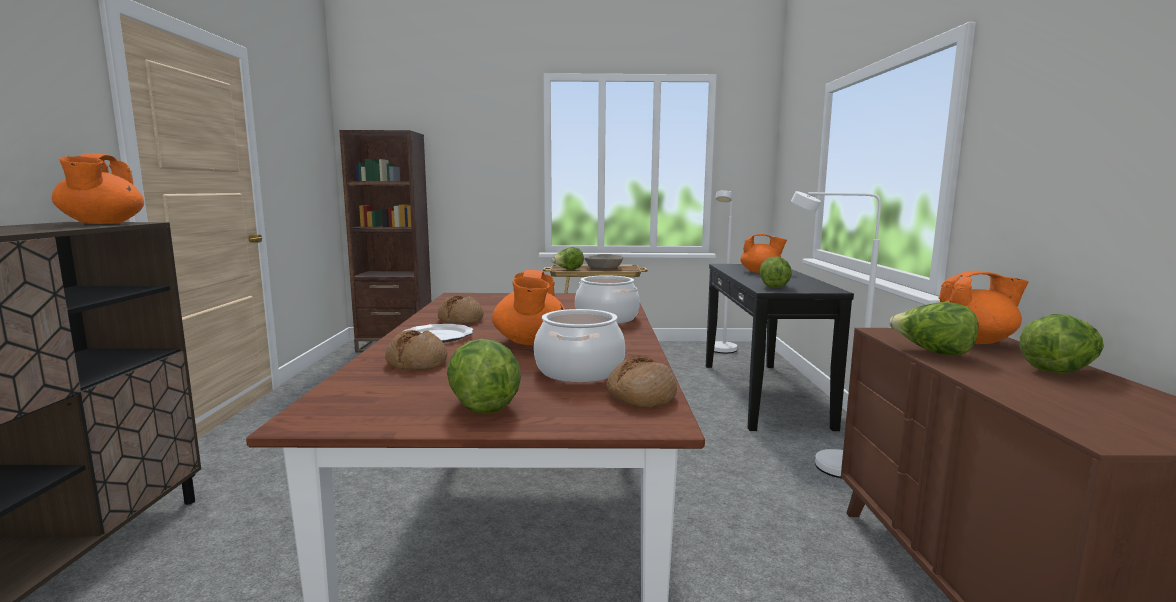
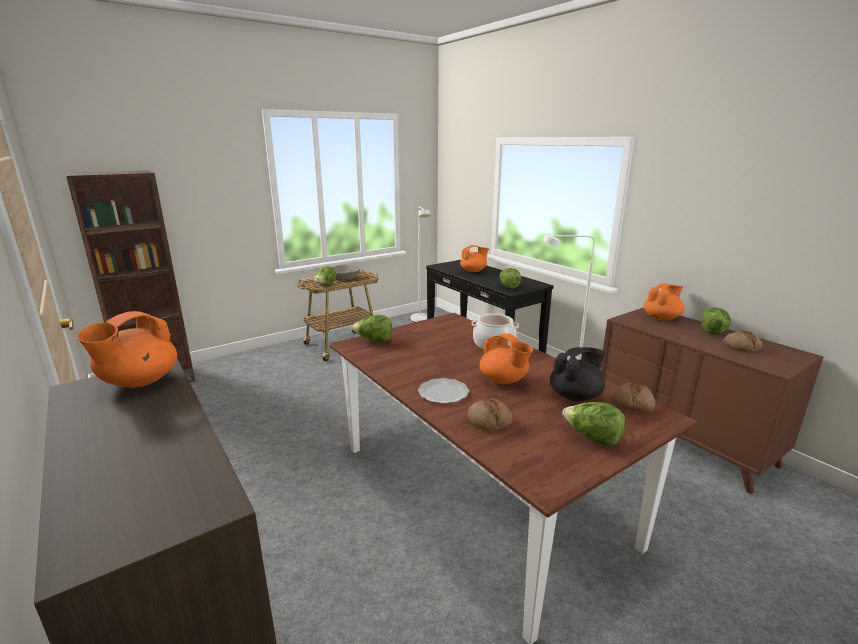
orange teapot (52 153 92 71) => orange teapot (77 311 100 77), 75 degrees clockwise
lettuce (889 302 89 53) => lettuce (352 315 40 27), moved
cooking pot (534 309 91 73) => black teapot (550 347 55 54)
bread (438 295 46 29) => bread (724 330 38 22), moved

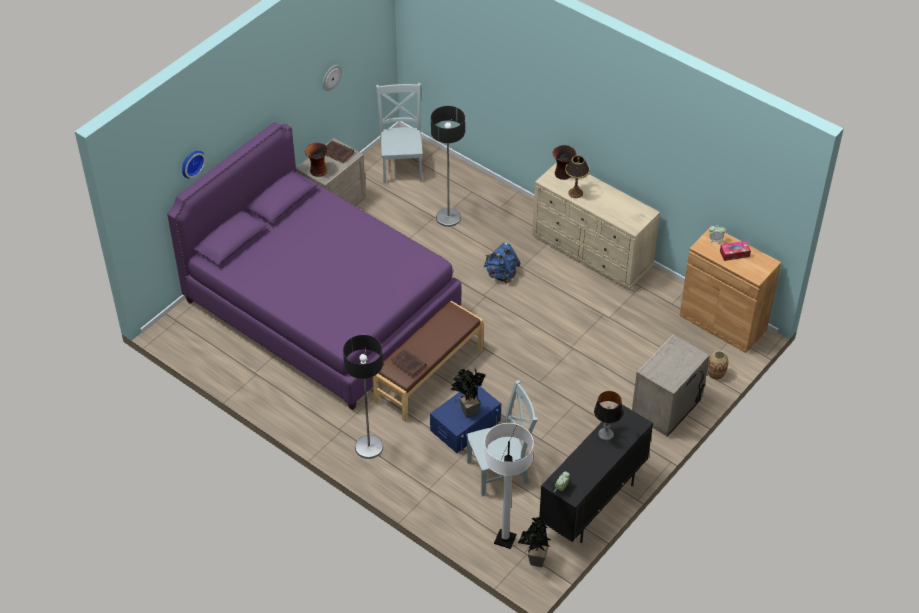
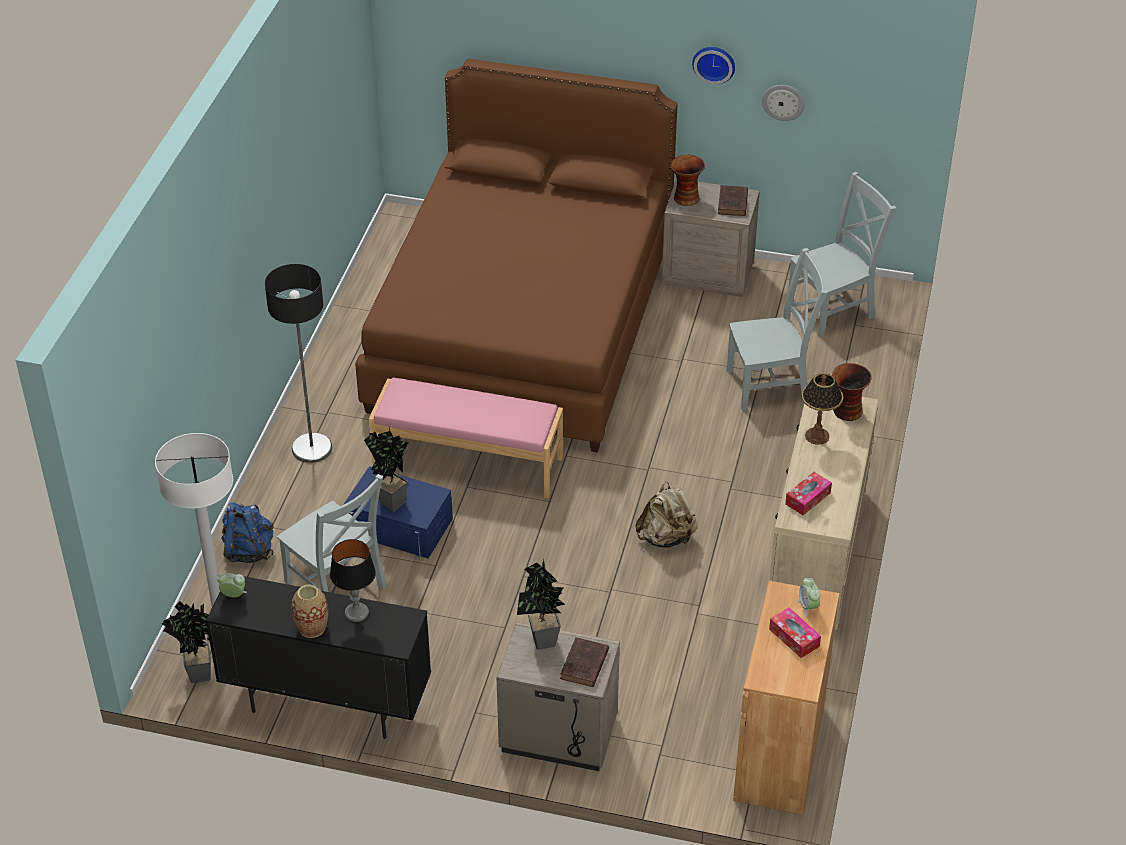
blue backpack (483 242 38 42) => blue backpack (222 502 52 61), moved
vase (707 350 22 30) => vase (291 585 37 53), moved
purple bed (167 122 294 288) => brown bed (355 59 323 394)
brown bench (373 301 110 121) => pink bench (369 377 194 121)
nothing => potted plant (517 559 48 91)
brown book (391 348 35 30) => brown book (560 637 49 50), moved
nothing => beige backpack (635 481 63 67)
wall clock (182 150 24 29) => wall clock (692 47 43 38), moved
floor lamp (431 106 34 121) => grey chair (727 248 101 163)
nothing => tissue box (785 472 47 43)

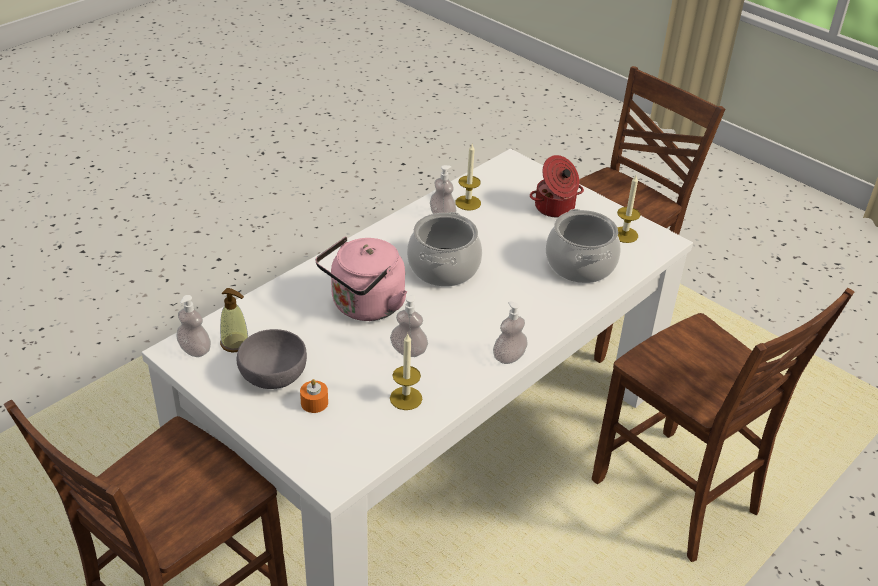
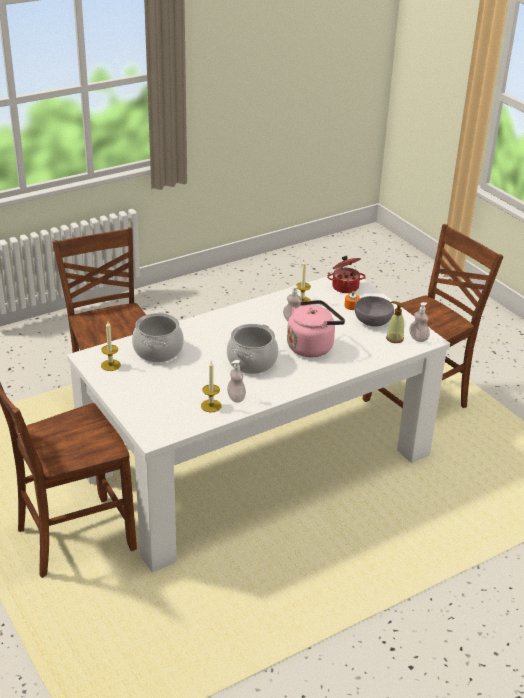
cooking pot (530 155 54 63) => cooking pot (327 256 38 37), moved
soap dispenser (493 302 35 62) => nothing

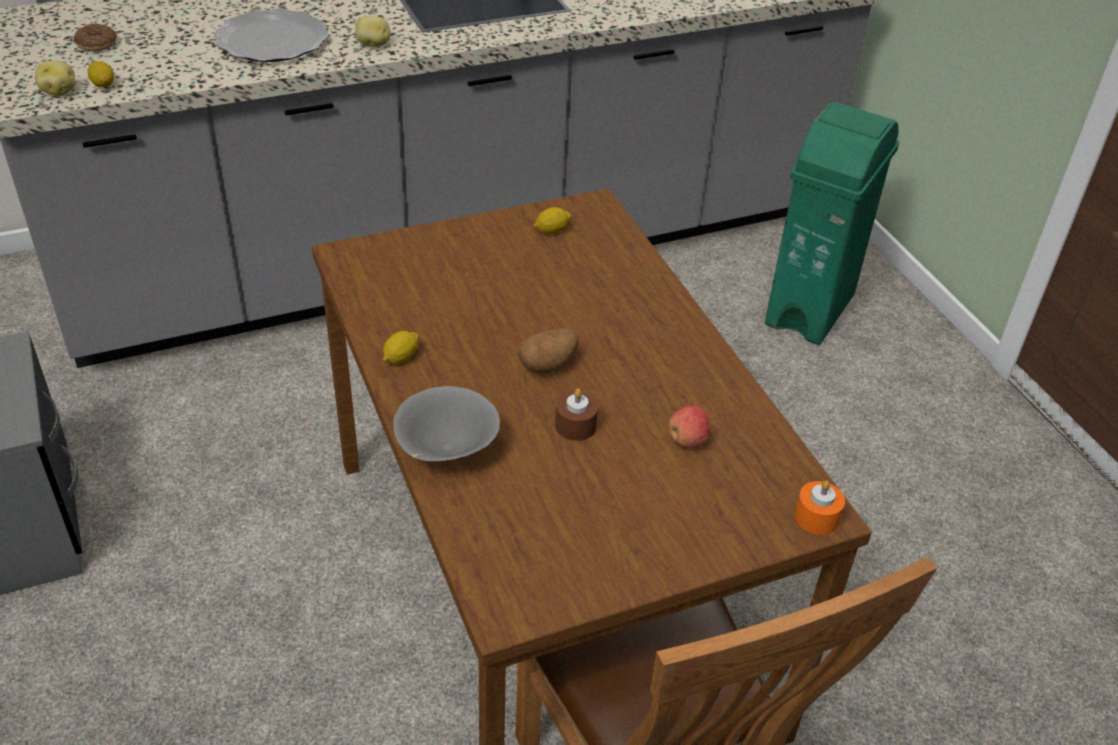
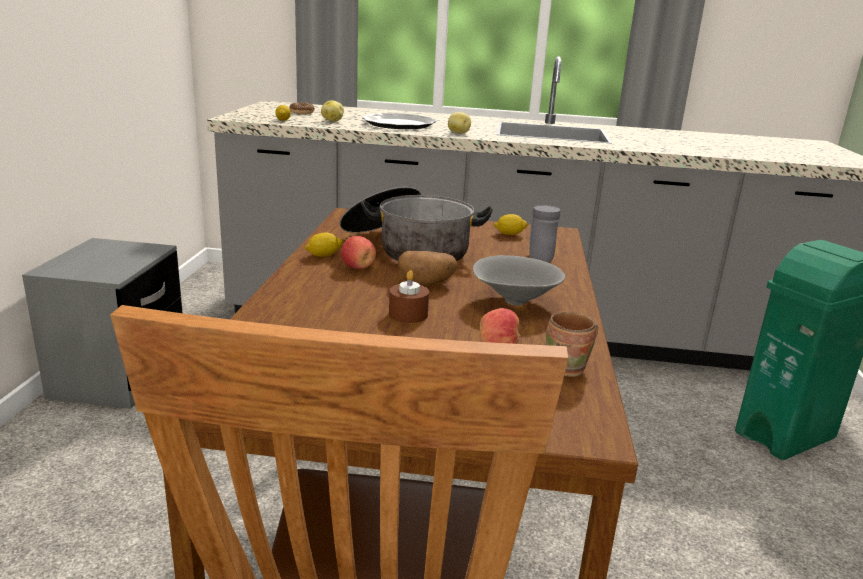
potato (35 60 40 36) => potato (321 100 23 22), moved
nothing => cooking pot (340 186 153 75)
nothing => apple (341 236 35 33)
grey bowl (393 386 107 75) => grey bowl (473 255 92 51), moved
nothing => grey mug (529 205 31 58)
nothing => brown mug (546 312 52 65)
orange candle (794 480 51 55) => nothing

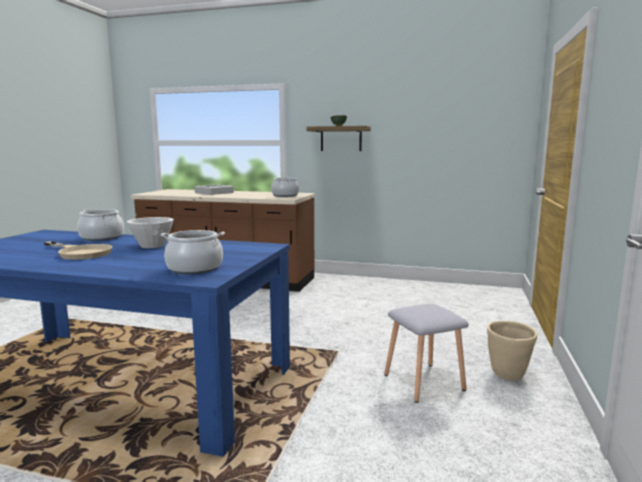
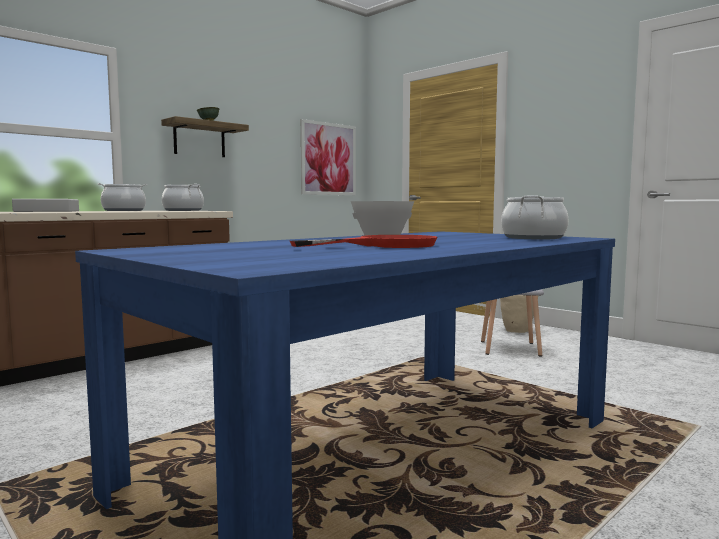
cooking pot (77 209 47 32) => cooking pot (98 183 49 28), moved
beige frying pan (44 241 68 19) => red frying pan (290 235 147 13)
nothing => picture (301 119 55 76)

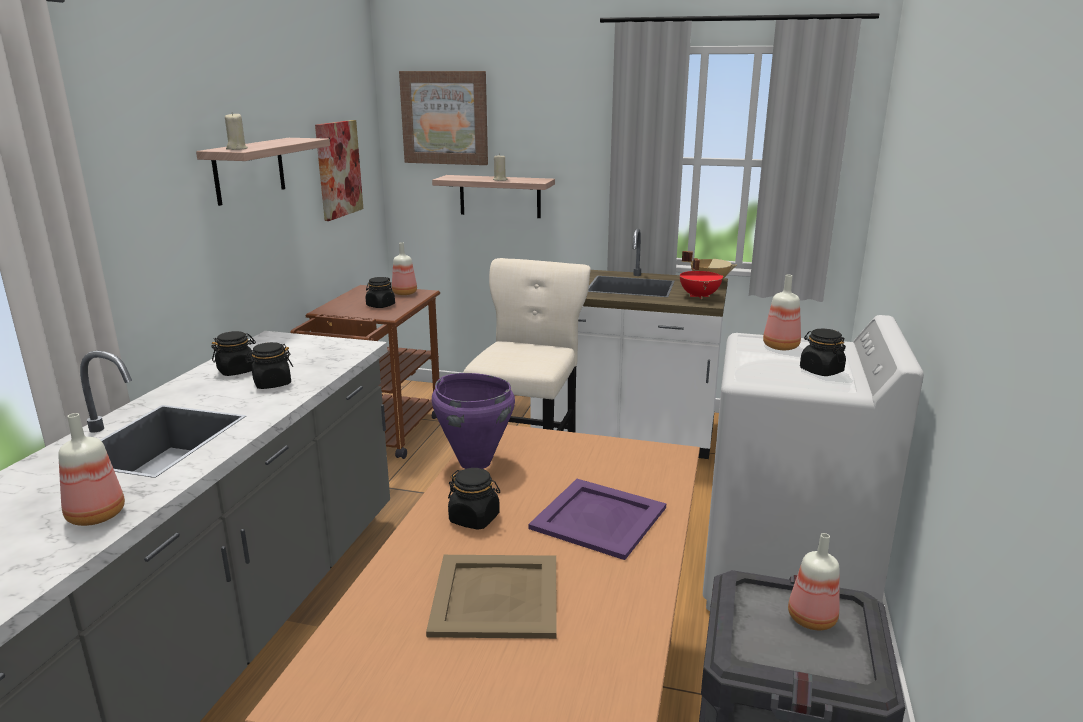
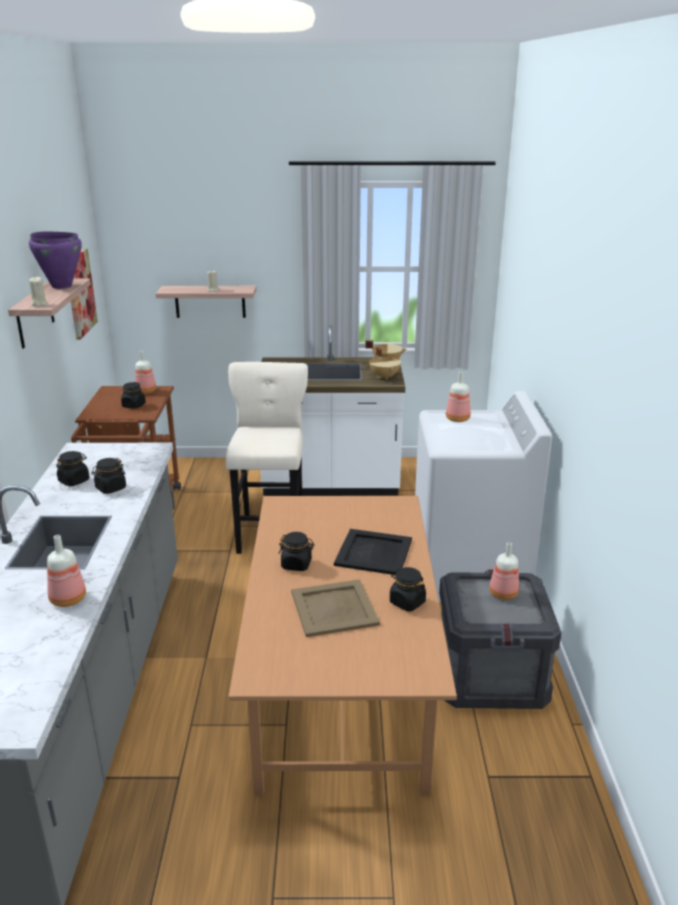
purple cooking pot (432 373 83 96) => purple cooking pot (29 231 53 58), moved
purple tray (528 479 138 81) => black tray (334 529 78 46)
red cooking pot (680 258 43 41) => beige cooking pot (369 347 32 33)
black jar (800 329 46 47) => black jar (390 567 36 44), moved
picture (399 71 89 94) => nothing

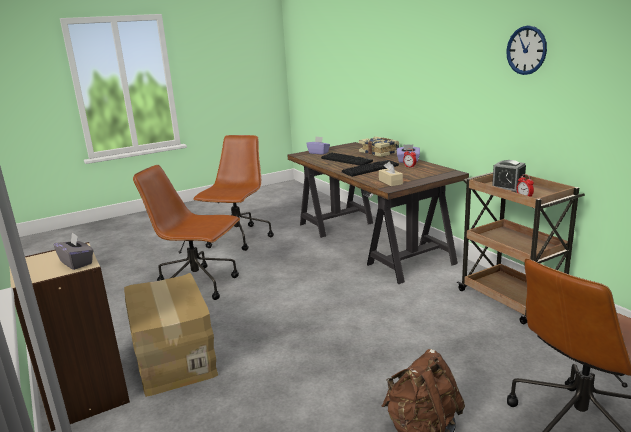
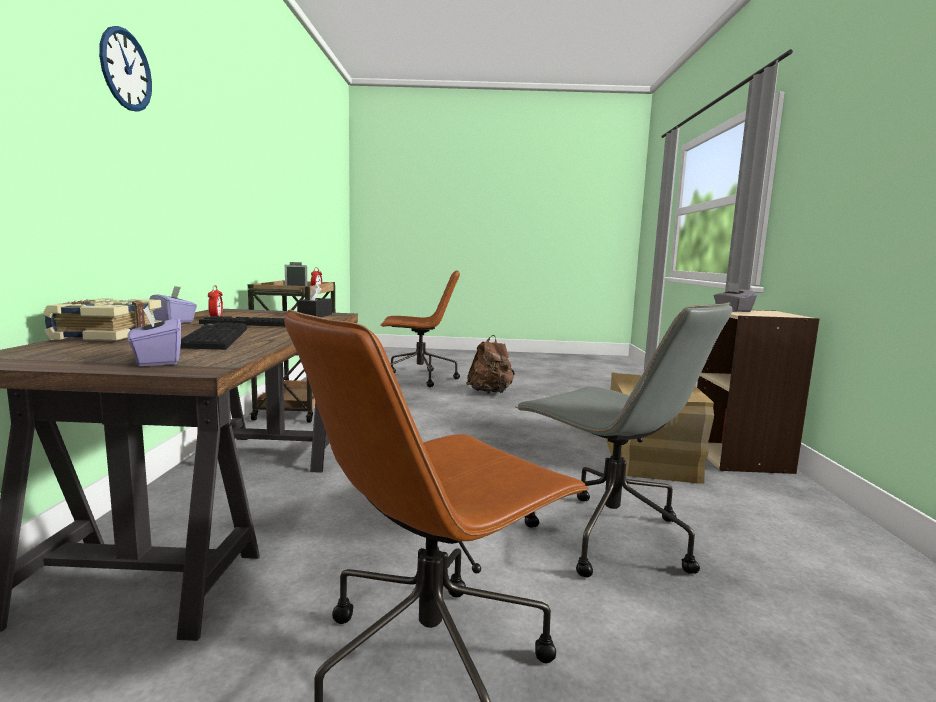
wall clock (506 25 41 50) => wall clock (99 26 53 86), moved
beige tissue box (379 162 24 24) => black tissue box (297 284 35 33)
brown office chair (133 165 107 135) => grey office chair (515 302 217 275)

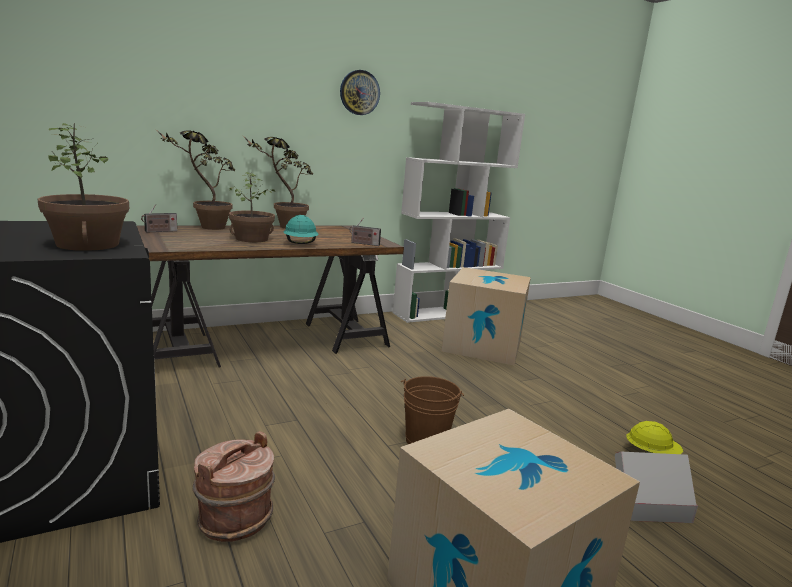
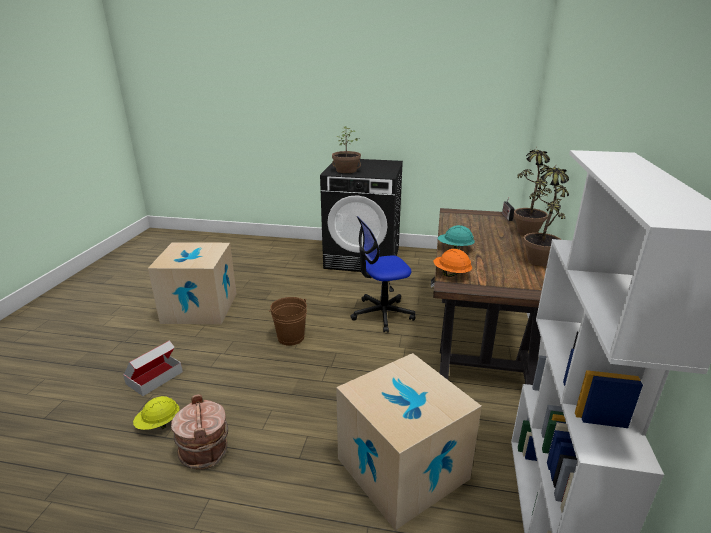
brown bucket (193 431 82 111) => brown bucket (171 394 57 76), moved
nothing => office chair (350 216 65 117)
radio (349 218 32 28) => orange hard hat (433 249 39 28)
potted plant (229 172 46 70) => nothing
wall clock (340 70 40 45) => nothing

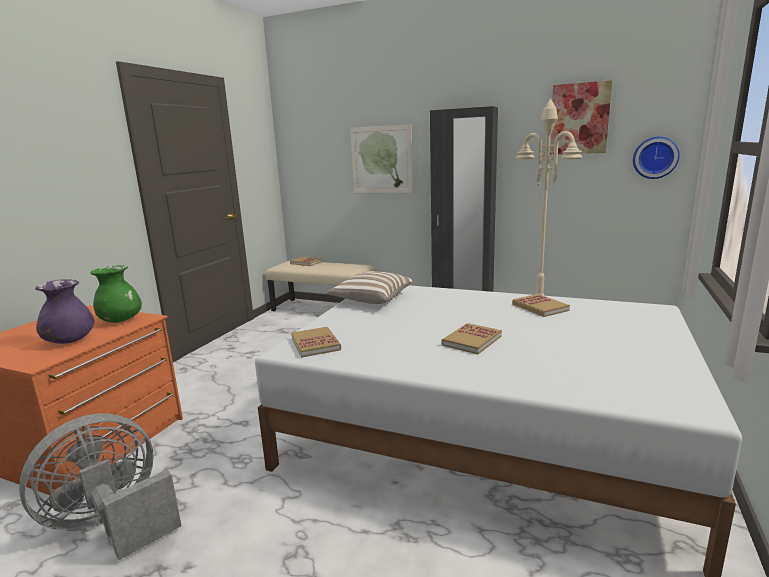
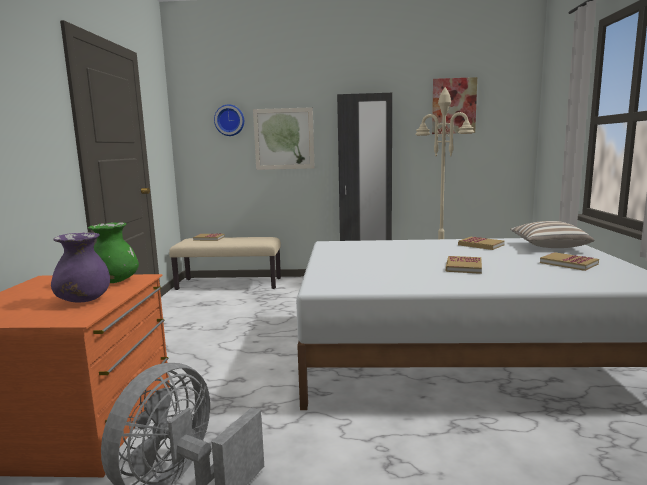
wall clock (633 137 47 42) => wall clock (214 105 30 31), moved
pillow (326 271 87 33) => pillow (510 221 85 27), moved
book (291 327 50 31) => book (540 252 59 19), moved

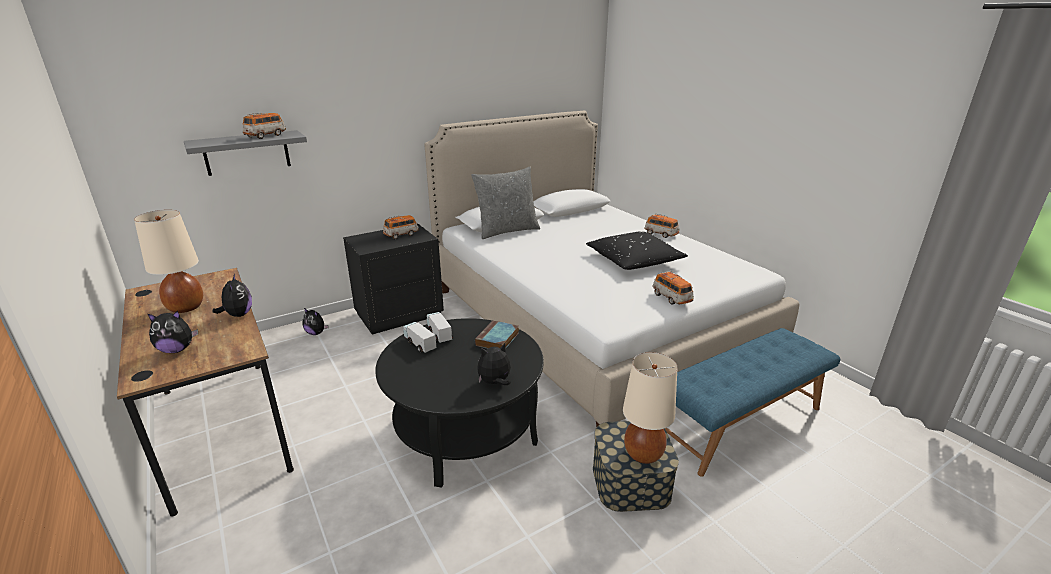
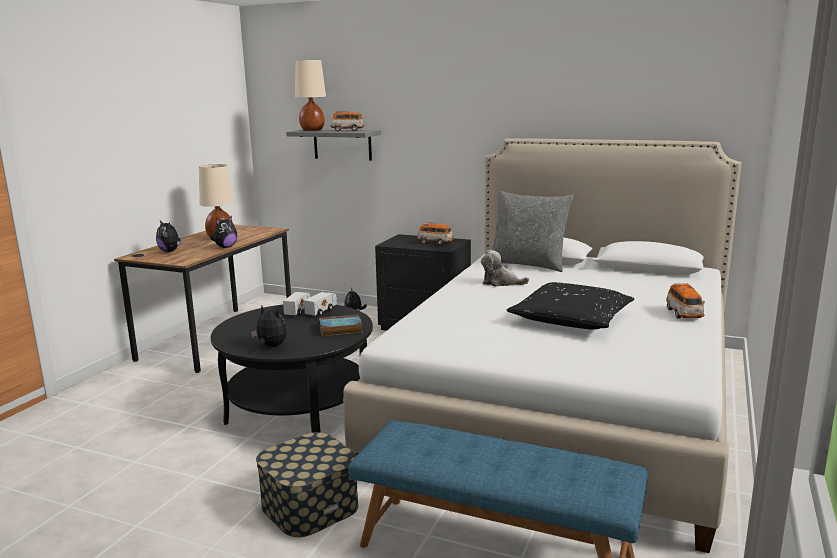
beige table lamp (623 352 55 112) => beige table lamp (295 60 31 71), moved
nothing => plush toy (481 251 48 36)
toy car (652 271 42 34) => nothing

